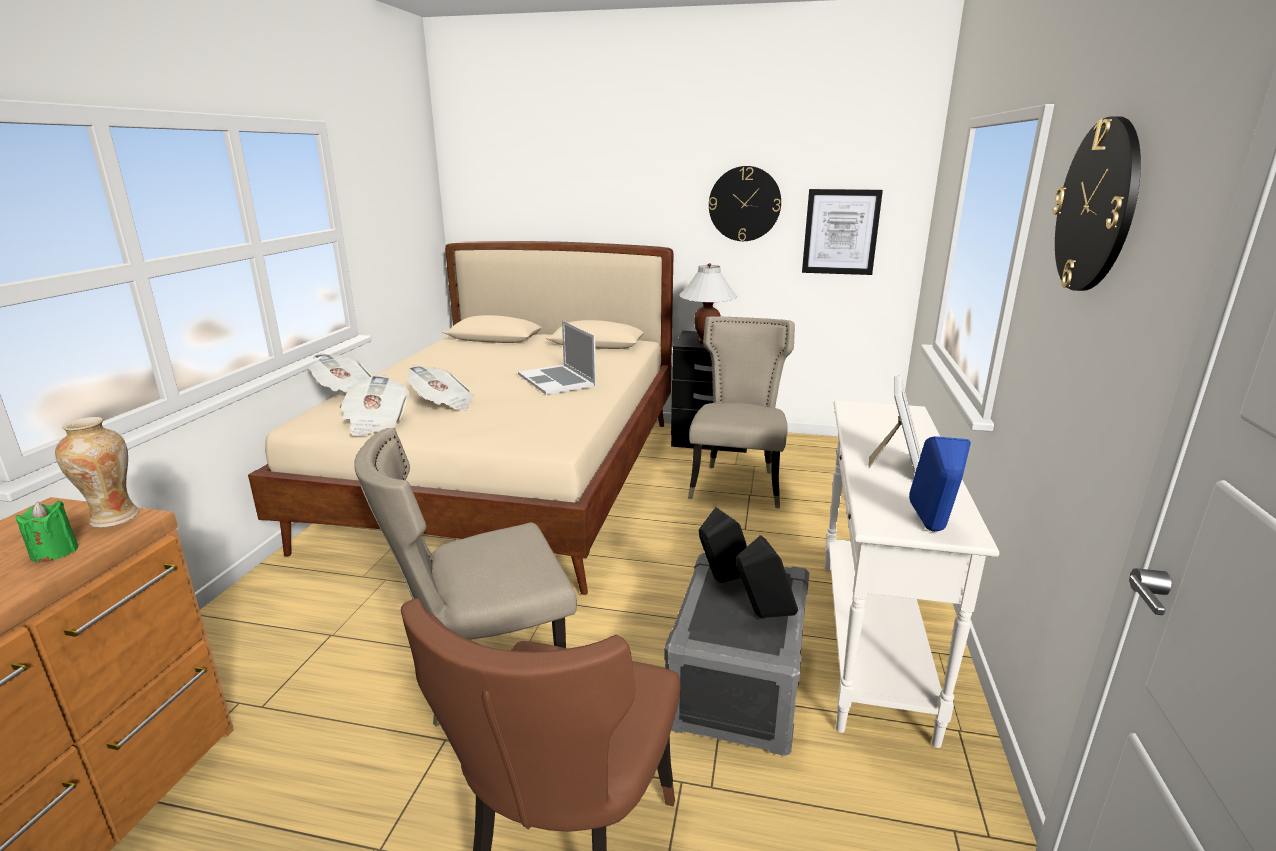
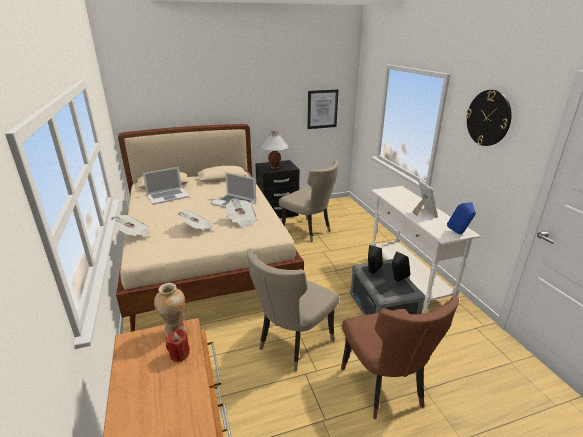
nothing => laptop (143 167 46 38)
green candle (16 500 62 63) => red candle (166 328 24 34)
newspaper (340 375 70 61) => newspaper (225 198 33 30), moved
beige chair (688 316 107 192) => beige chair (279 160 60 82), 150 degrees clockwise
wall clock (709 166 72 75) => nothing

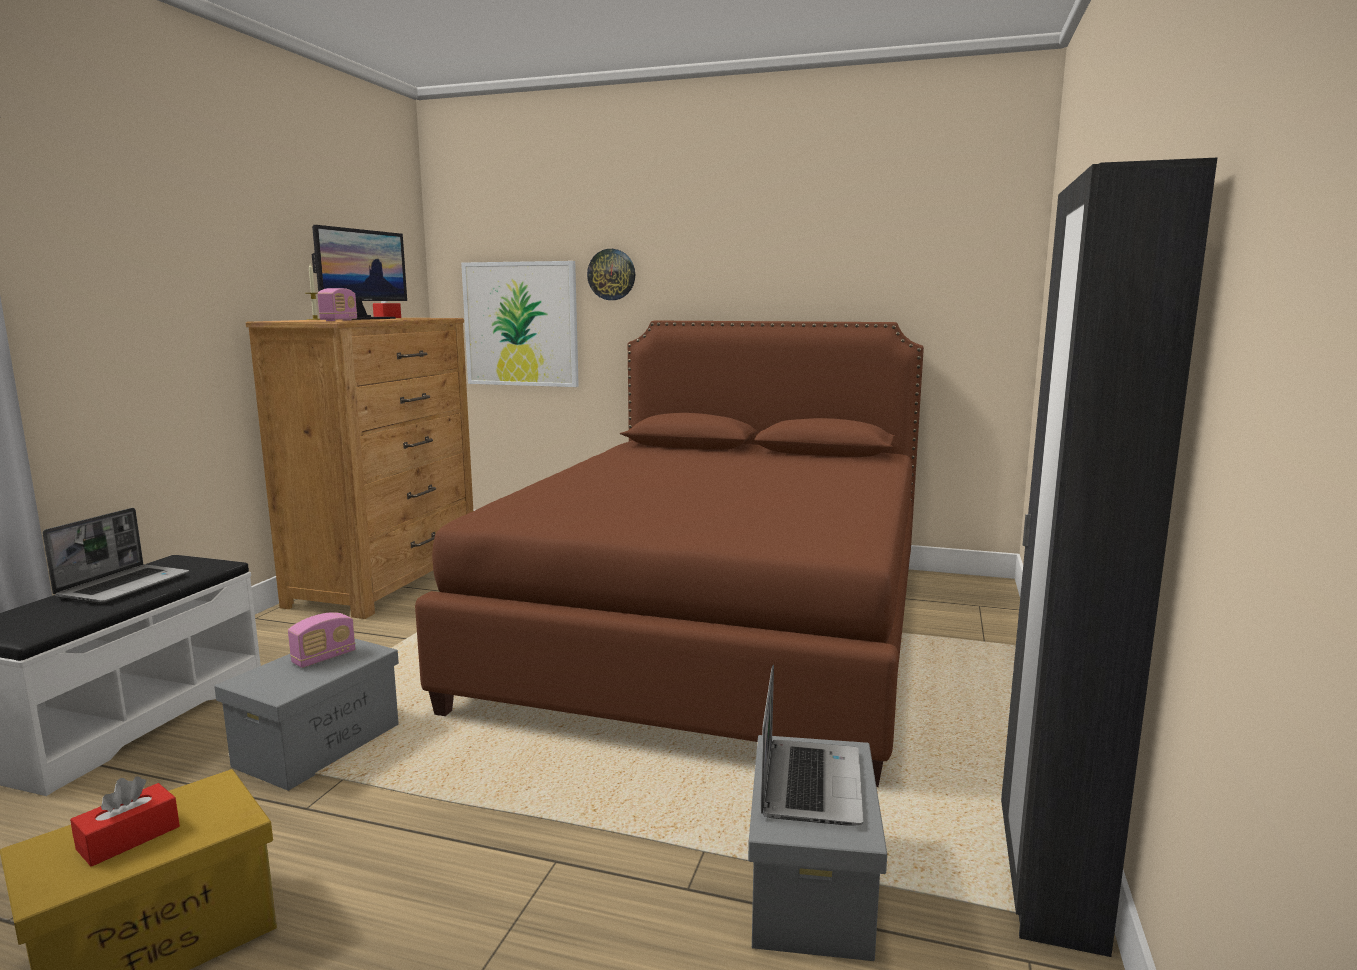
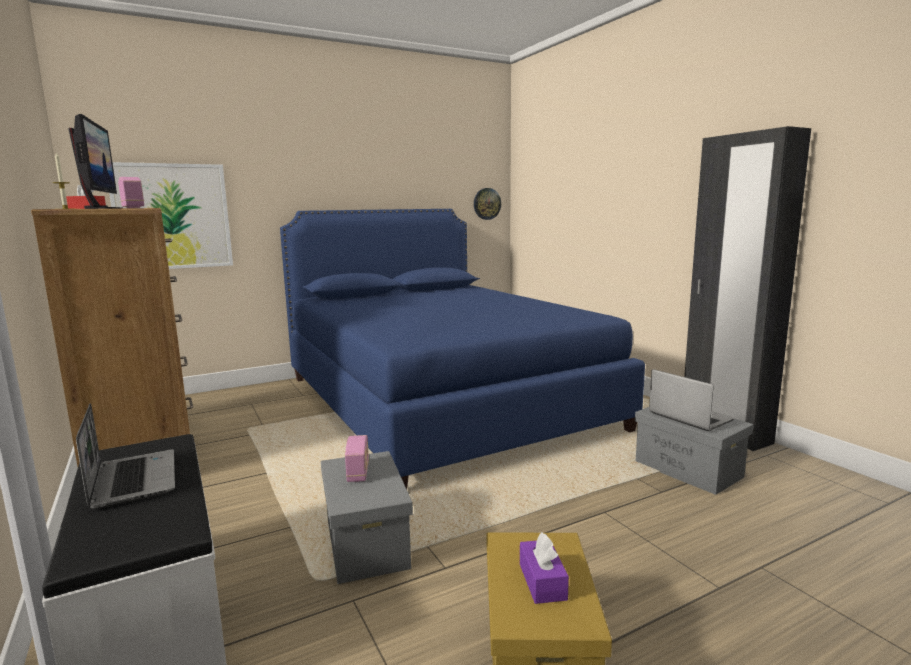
brown bed (415 320 509 467) => blue bed (280 209 365 280)
wall clock (587 249 48 51) => wall clock (474 188 27 32), moved
red tissue box (70 776 110 91) => purple tissue box (520 532 49 72)

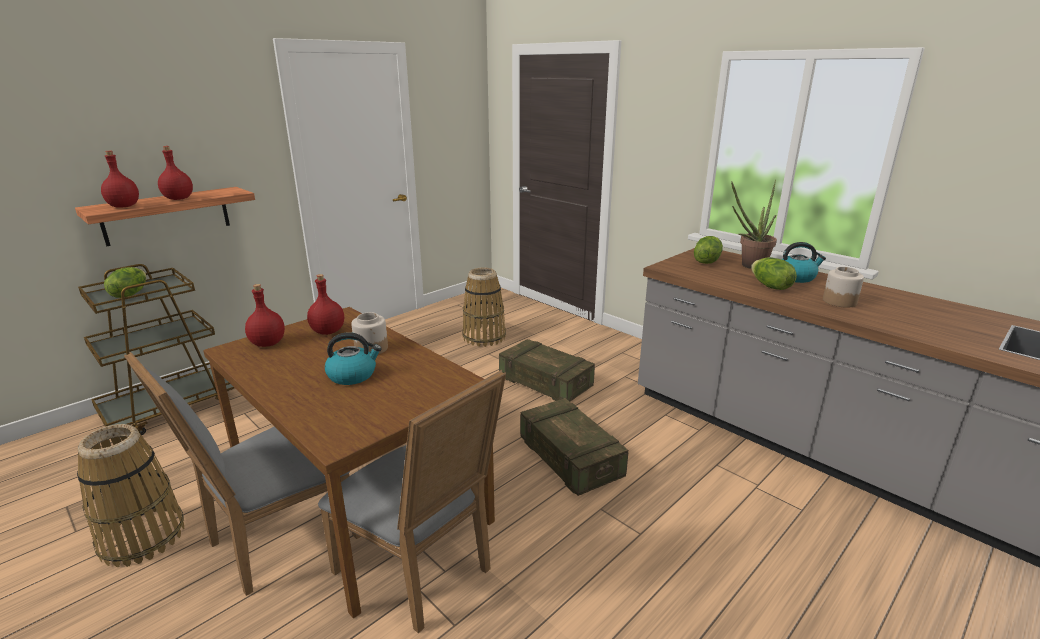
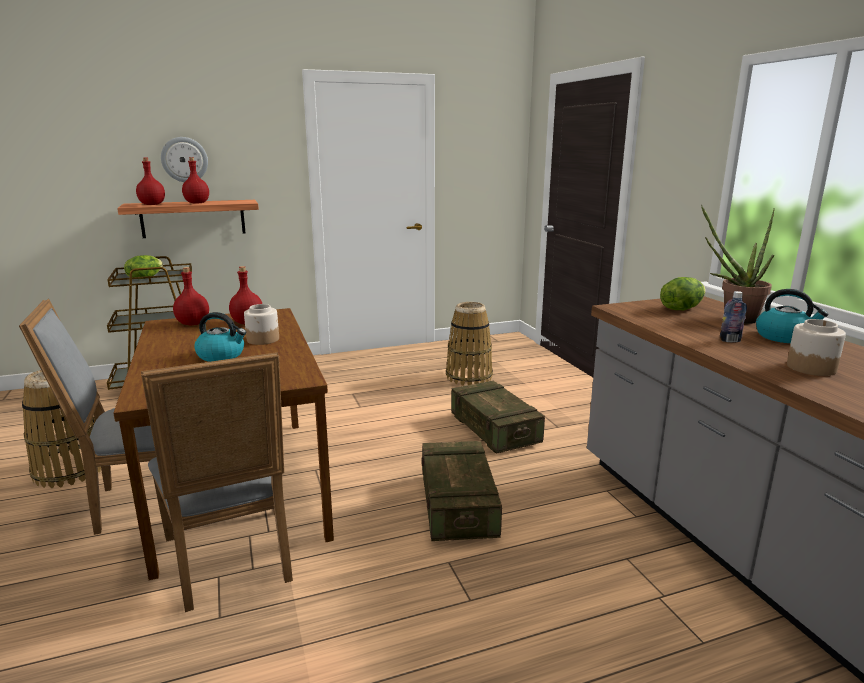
nothing => wall clock (161 137 47 45)
lettuce (751 257 46 33) => bottle (720 291 27 51)

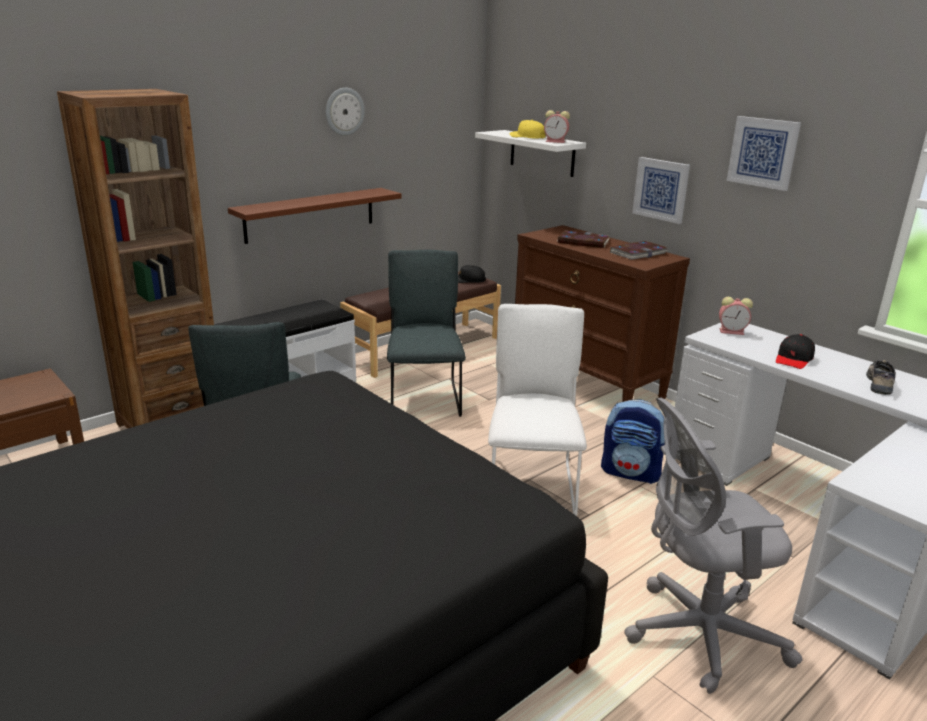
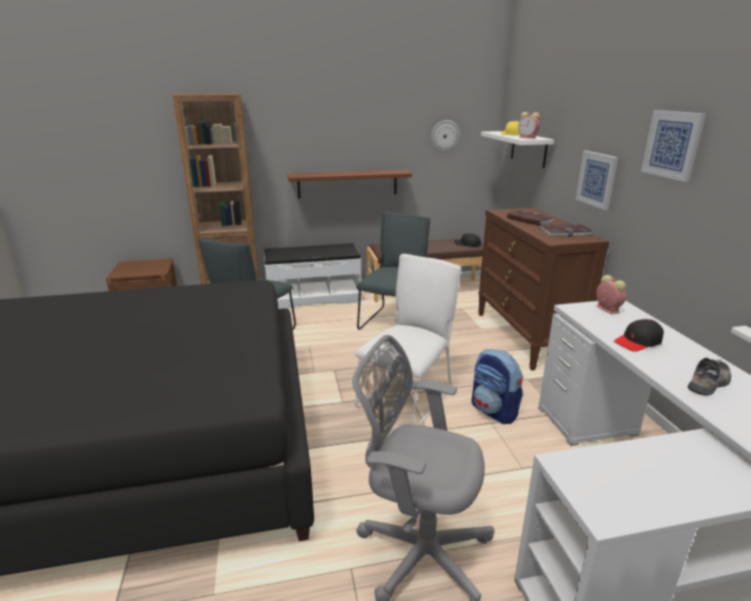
wall clock (326 88 39 48) => wall clock (431 120 29 32), moved
alarm clock (719 297 34 38) => alarm clock (596 275 30 39), 150 degrees counterclockwise

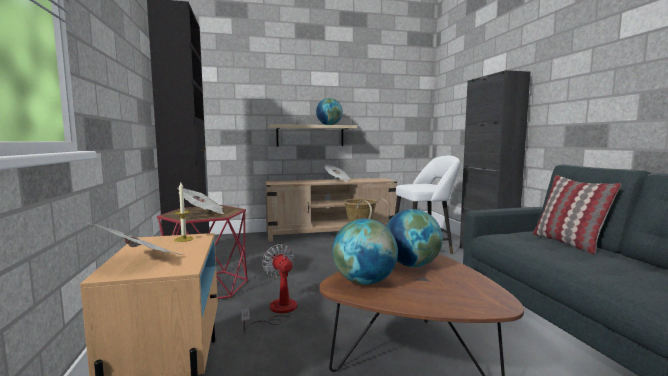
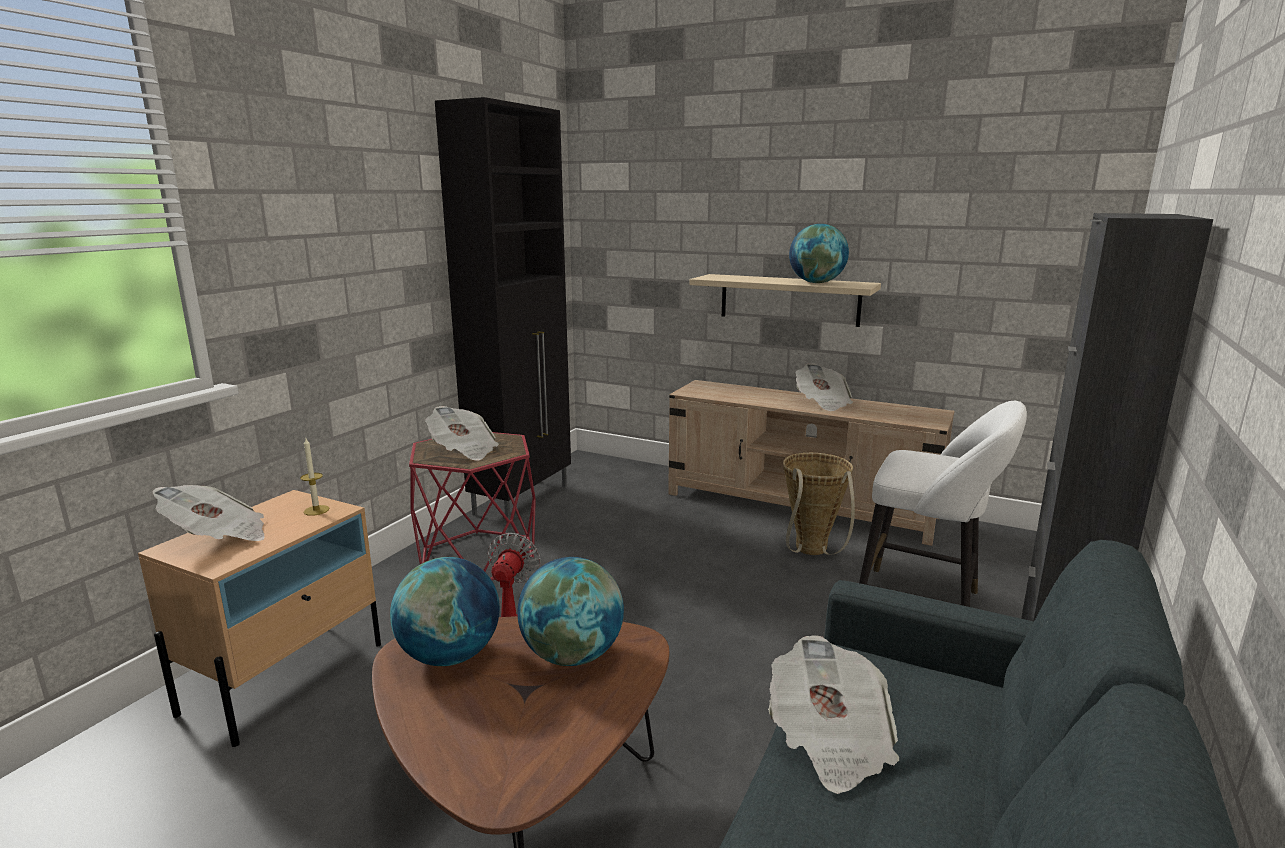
nothing => newspaper (768 635 131 159)
pillow (533 175 88 80) => nothing

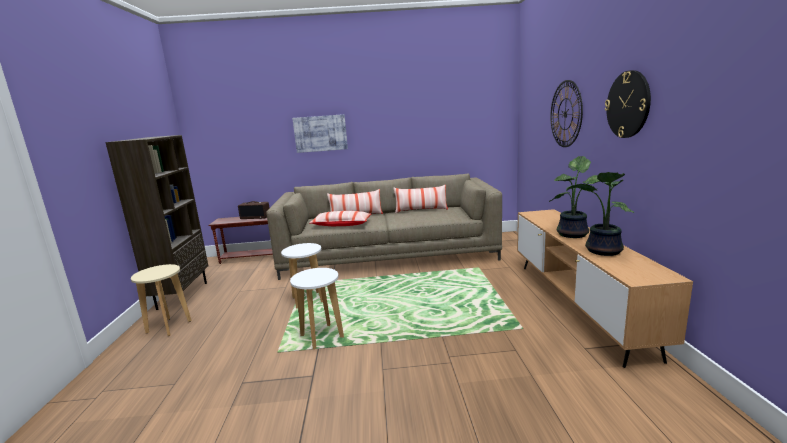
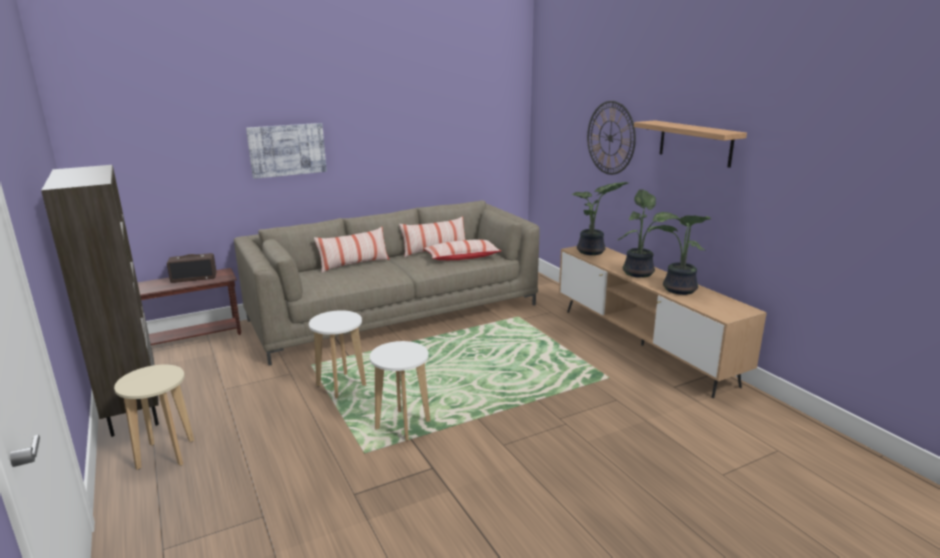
pillow (309 211 62 15) => pillow (424 239 77 21), moved
nothing => potted plant (571 182 57 73)
wall clock (605 70 46 68) => shelf (634 120 113 48)

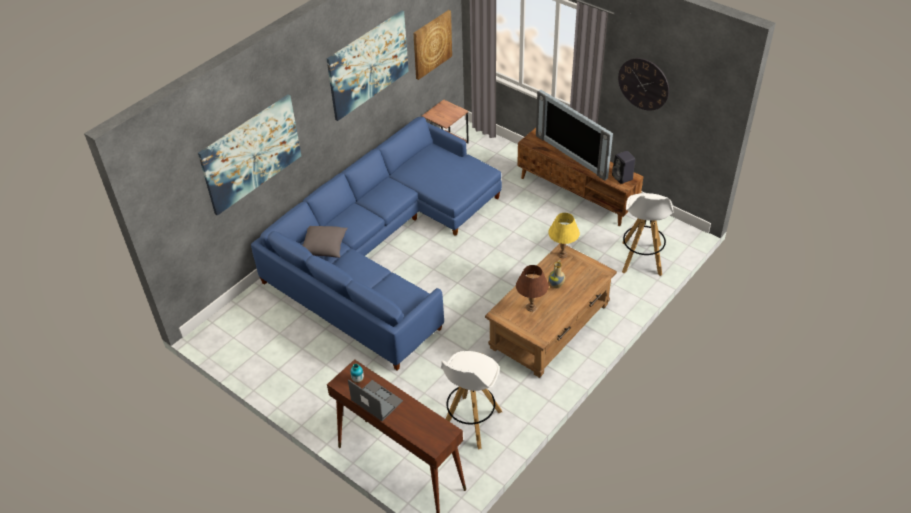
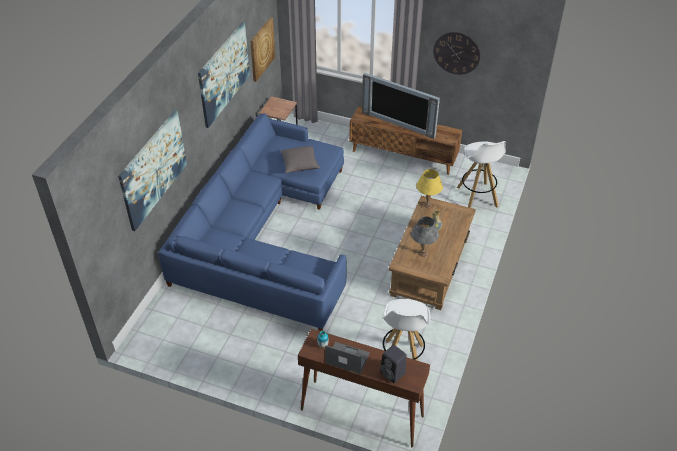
grey pillow (302 226 46 32) => grey pillow (281 146 39 27), moved
black speaker (612 151 23 33) => black speaker (380 345 27 38), moved
brown table lamp (516 265 33 47) => grey table lamp (411 216 28 41)

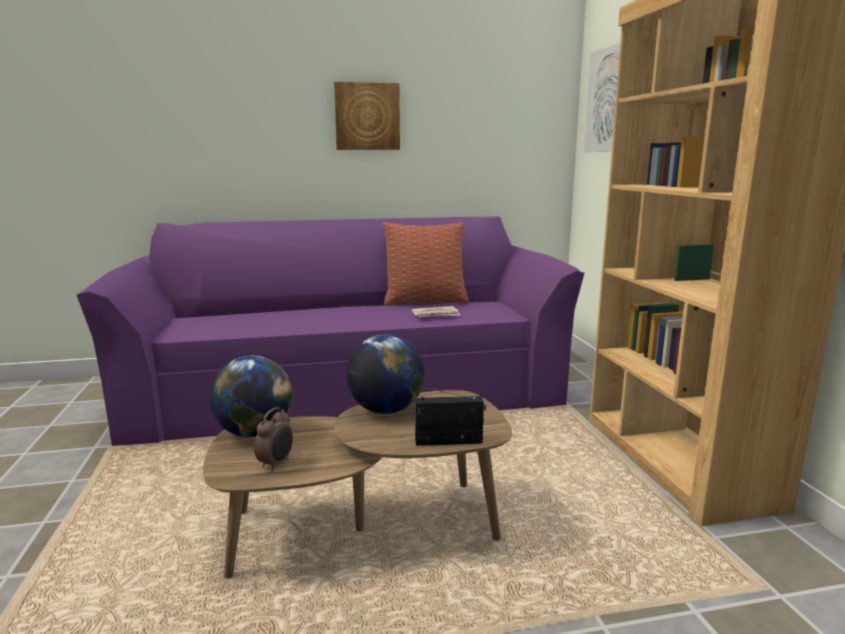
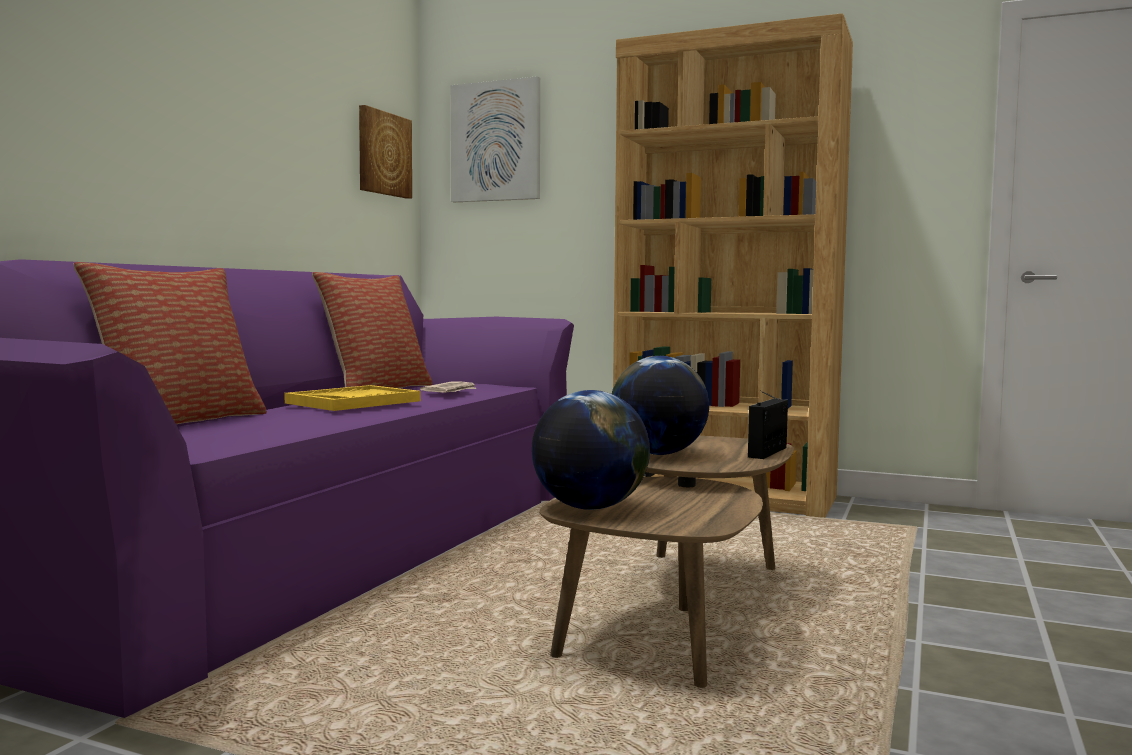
nothing => pillow (73 262 194 162)
nothing => yellow tray (284 385 137 26)
picture (334 82 66 68) => picture (359 105 53 94), moved
alarm clock (254 407 39 64) => nothing

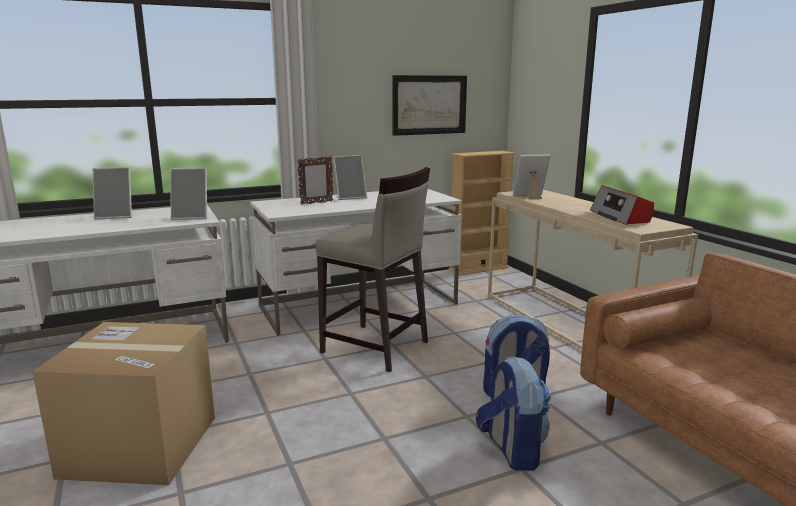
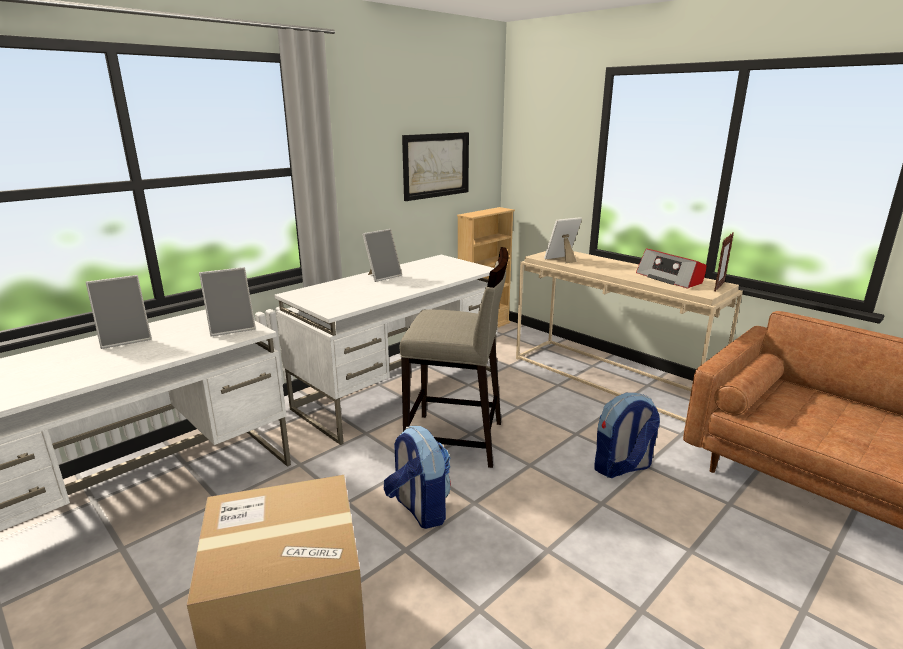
backpack (476 356 75 115) => backpack (384 426 67 103), moved
picture frame (297 156 37 49) => picture frame (714 232 20 60), moved

